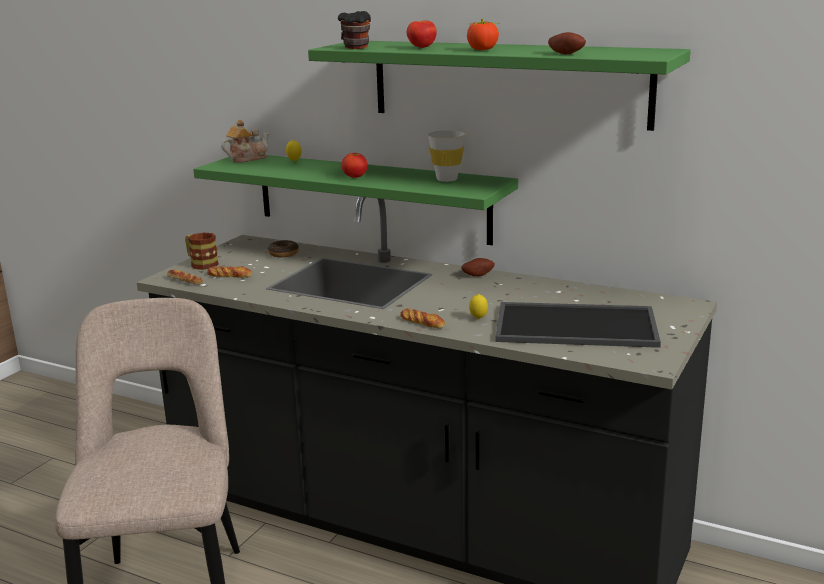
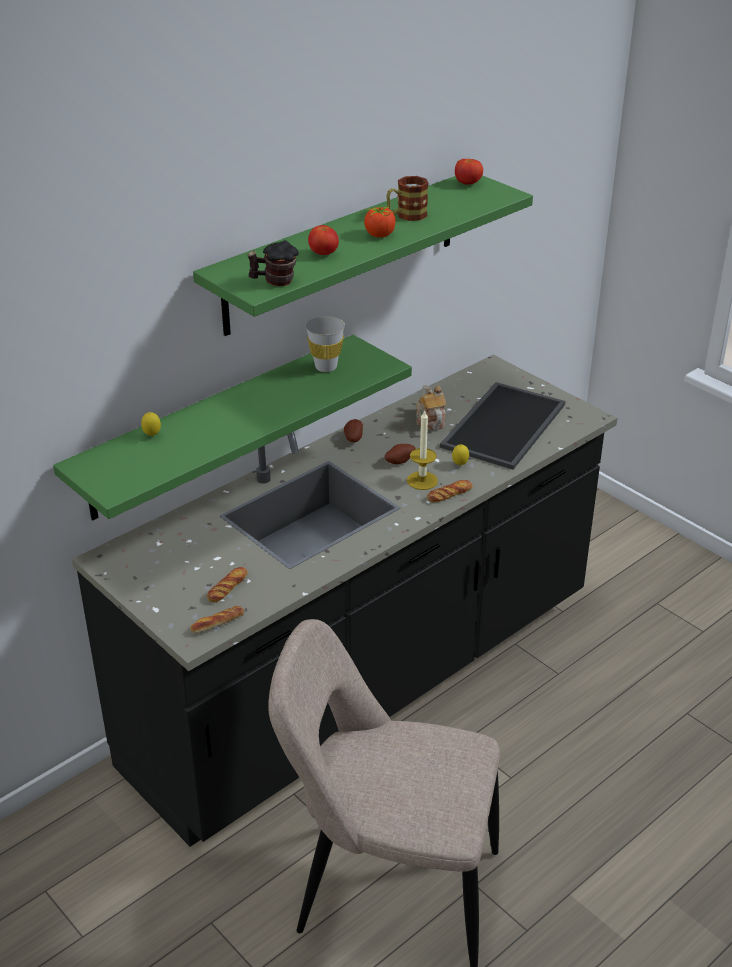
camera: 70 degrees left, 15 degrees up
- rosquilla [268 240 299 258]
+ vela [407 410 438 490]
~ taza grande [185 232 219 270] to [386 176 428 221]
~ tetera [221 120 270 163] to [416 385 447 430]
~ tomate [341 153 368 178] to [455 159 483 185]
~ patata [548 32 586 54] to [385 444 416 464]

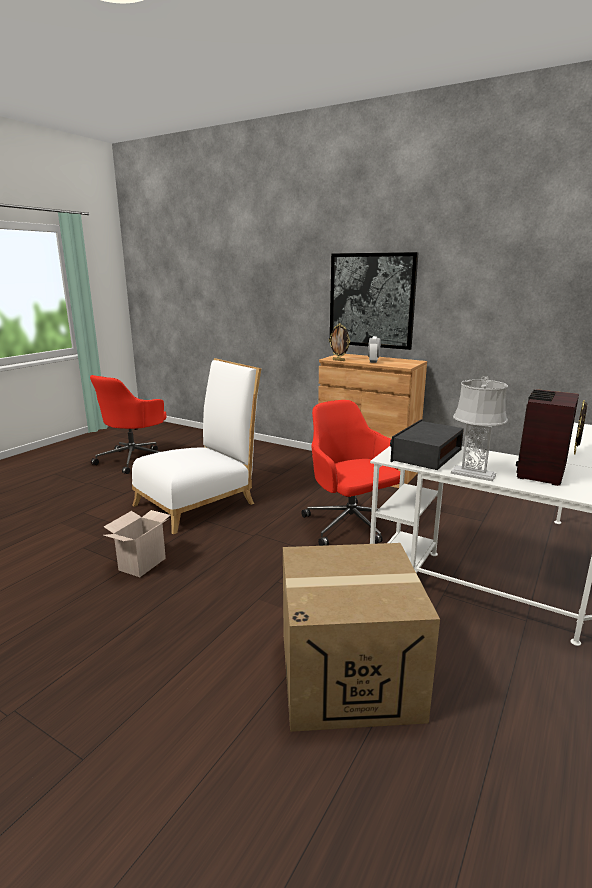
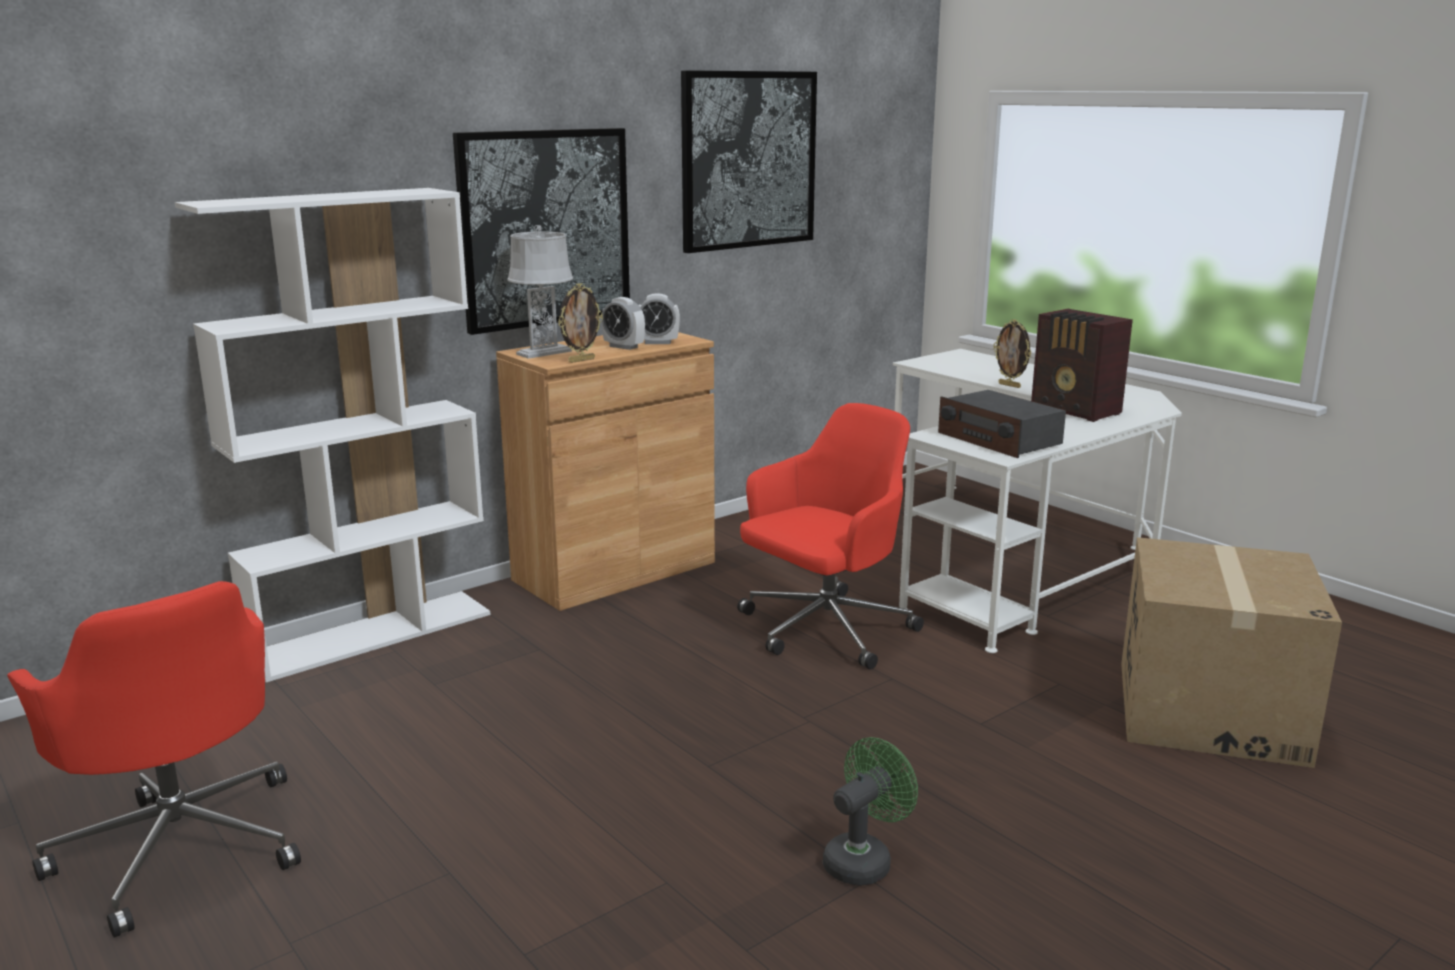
camera: 70 degrees left, 0 degrees up
- silla [blanco] [132 358 261 534]
+ estantería [blanco] [175 188 491 682]
+ despertador [639 293 680 344]
+ cuadro [681 70 817 253]
~ lámpara de mesa [gris] [451 376 508 481] to [507 225 573 359]
~ caja de cartón [104 510 170 577] to ventilador [verde] [823 737 918 886]
~ silla de oficina [rojo] [301 400 400 546] = [737 403 924 670] 150 degrees clockwise

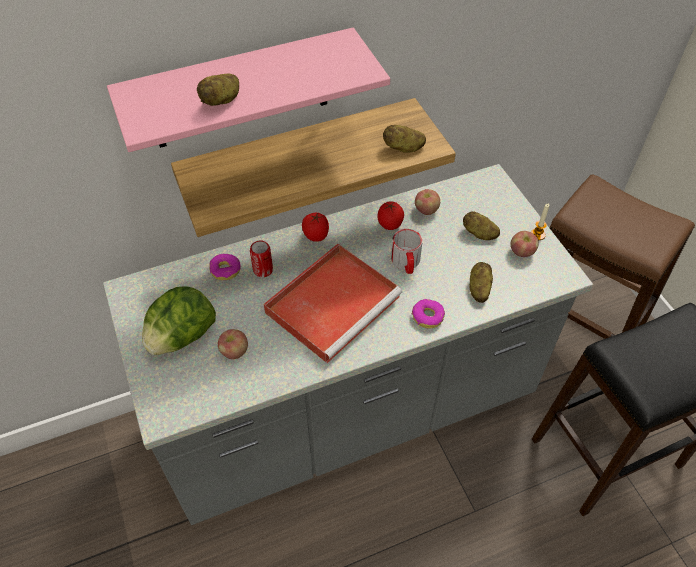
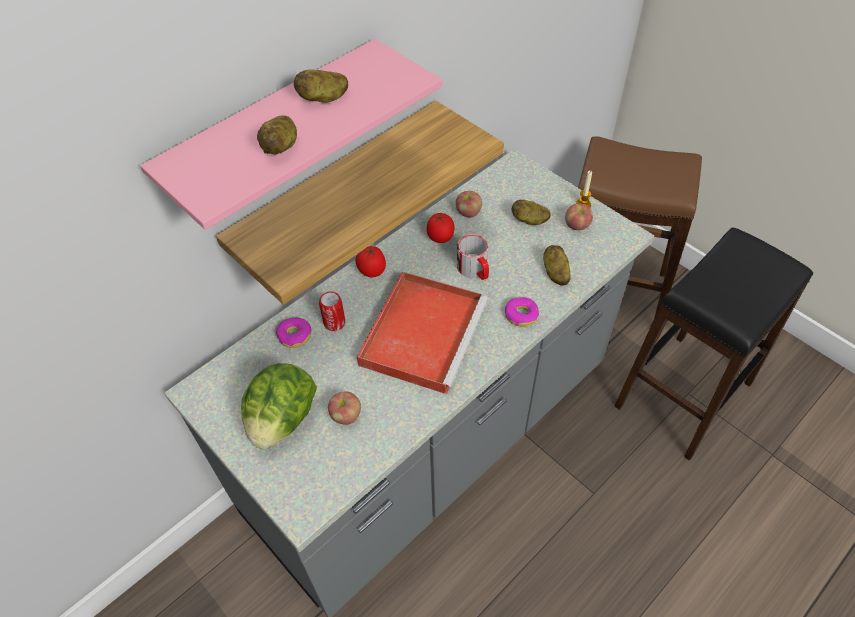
camera: 20 degrees left, 0 degrees up
~ patata [383 125 426 153] to [294 69 348 103]

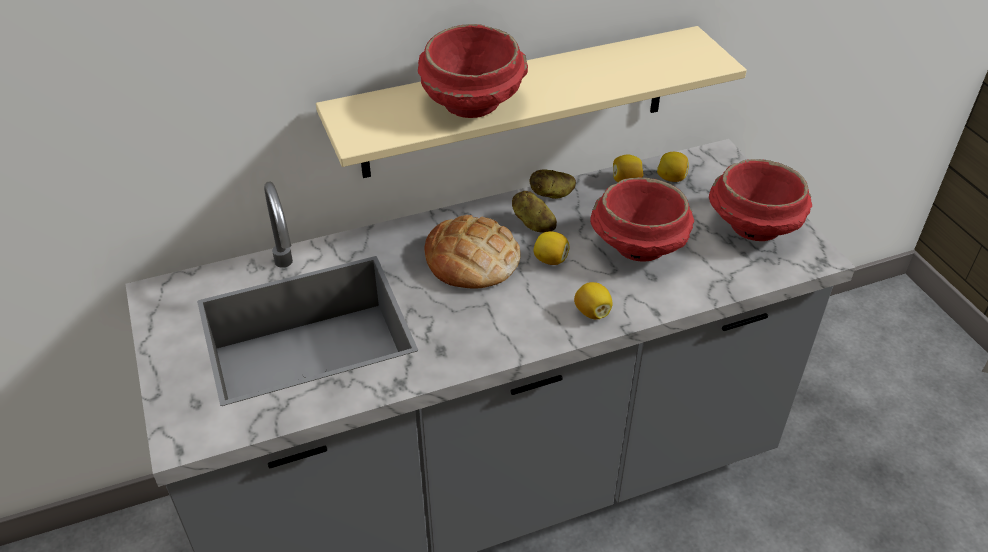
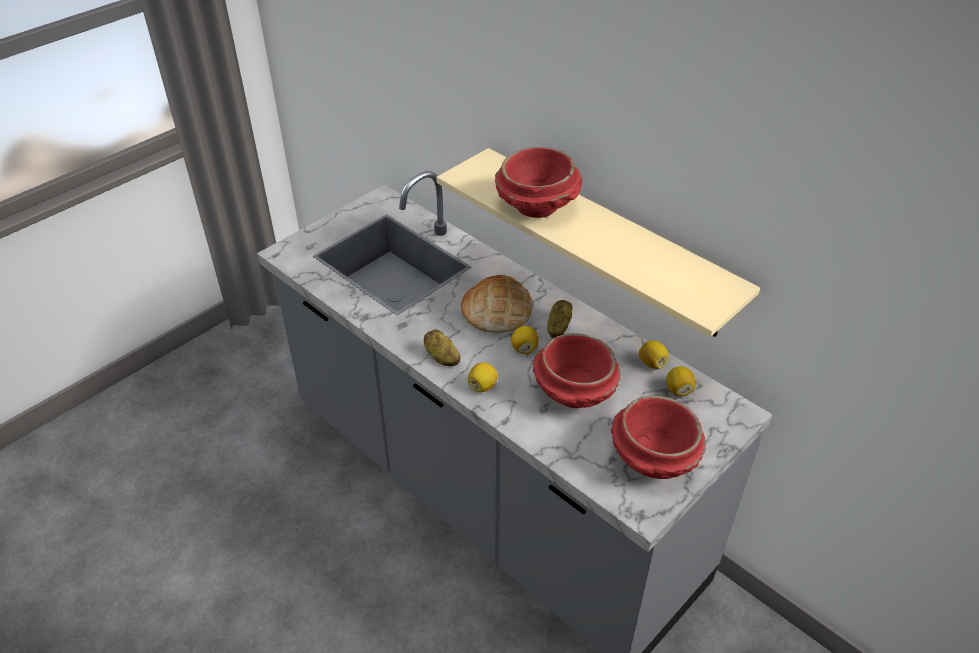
camera: 65 degrees right, 0 degrees up
~ patata [529 169 576 199] to [424 330 460 366]

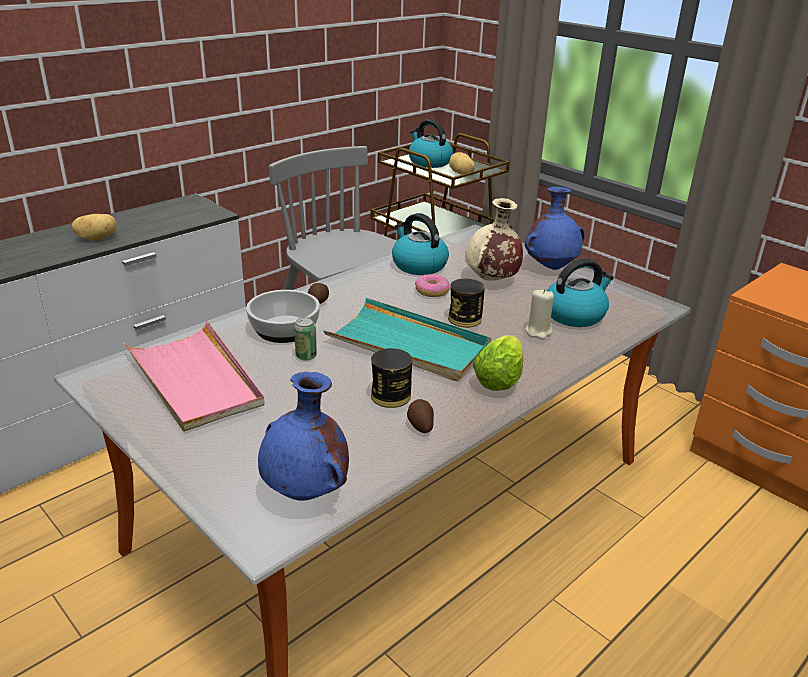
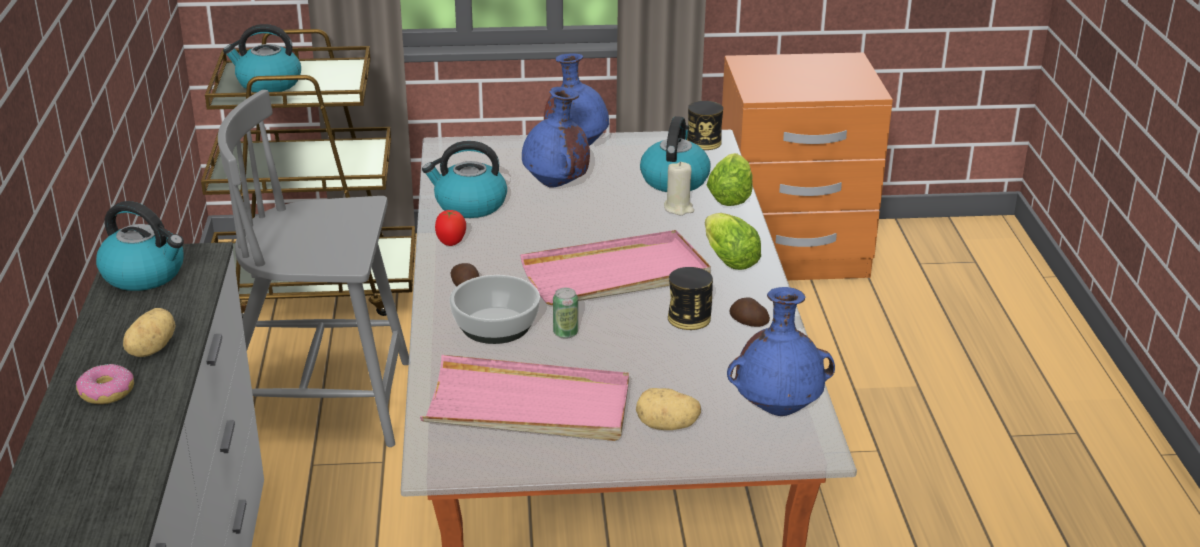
camera: 50 degrees left, 0 degrees up
+ hervidor [96 201 184 291]
+ tomate [435 210 466 246]
+ lechuga [707 153 753 206]
~ rosquilla [415 274 450 297] to [76 364 134 404]
~ lata [448 278 485 327] to [687 101 723 150]
~ patata [449 152 475 175] to [636 388 701 430]
~ bandeja [turquesa] [324 298 491 381] to bandeja [rosa] [520 230 711 305]
~ florero [beis] [465 198 523 281] to florero [azul] [522 87 590 187]

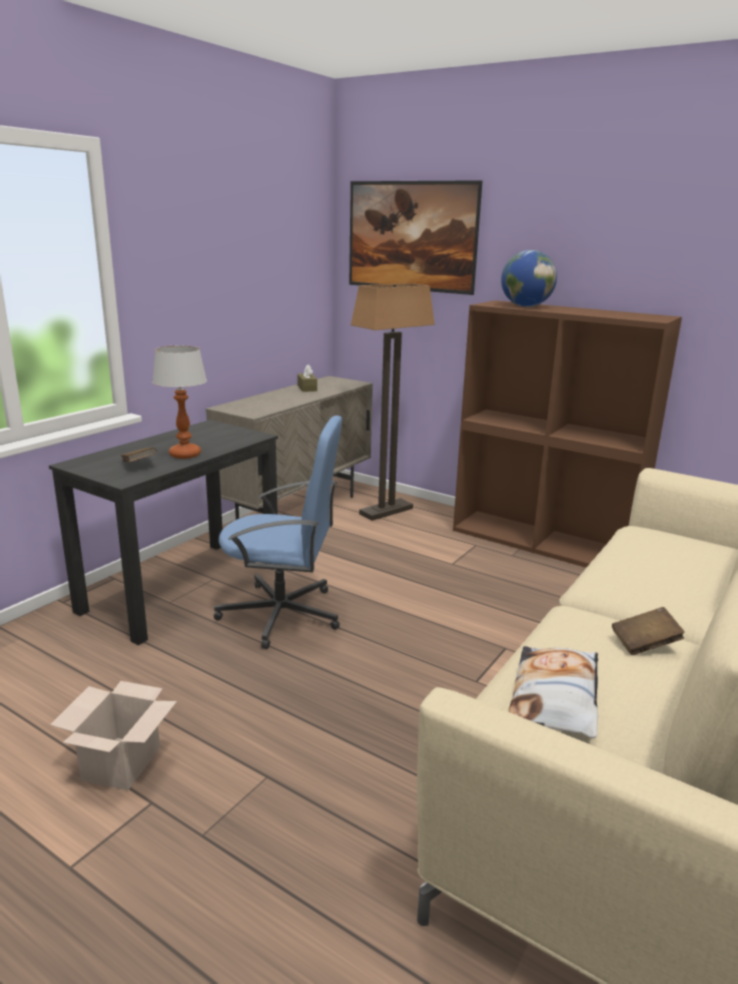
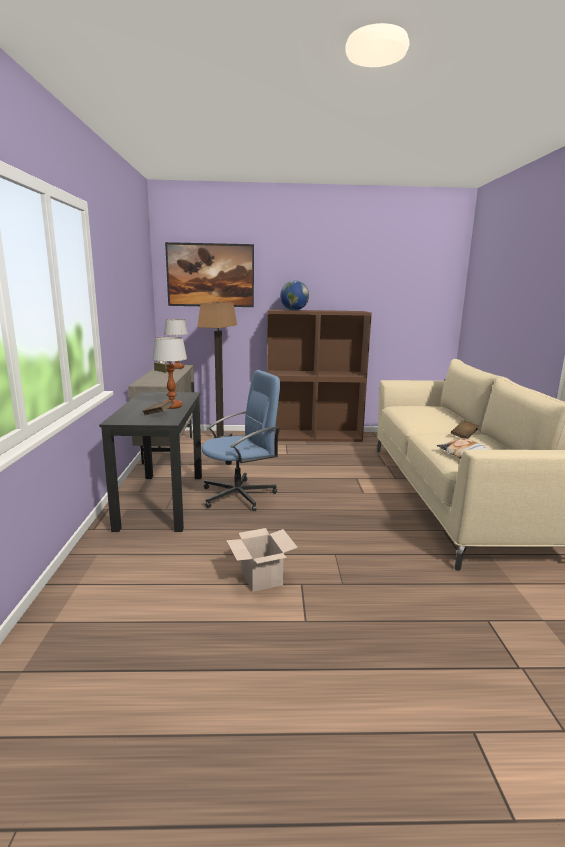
camera: 35 degrees left, 5 degrees down
+ lámpara de mesa [164 319 188 369]

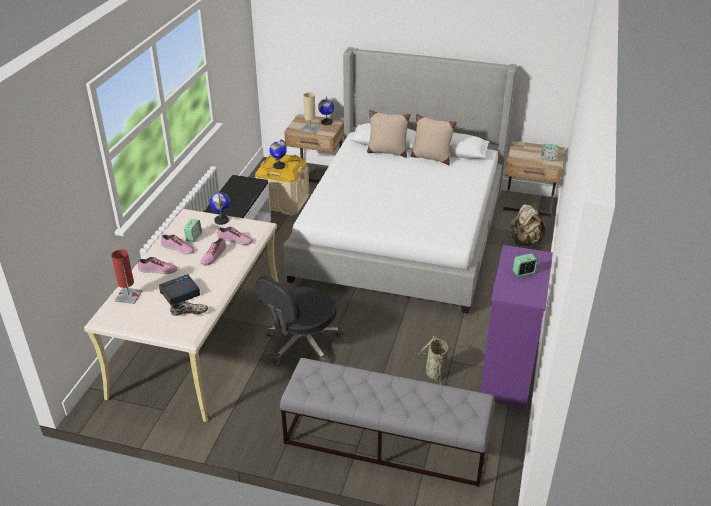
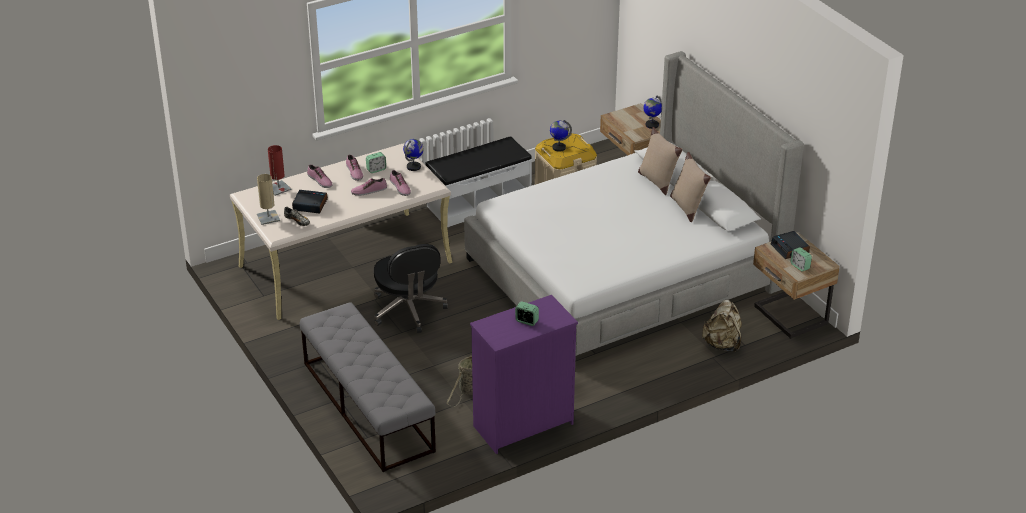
camera: 45 degrees right, 0 degrees up
+ despertador [771 231 810 259]
~ lámpara de mesa [beis] [301 92 320 133] to [257 174 280 225]
~ silla de oficina [negro] [255 276 343 366] = [374 244 448 333] 105 degrees counterclockwise

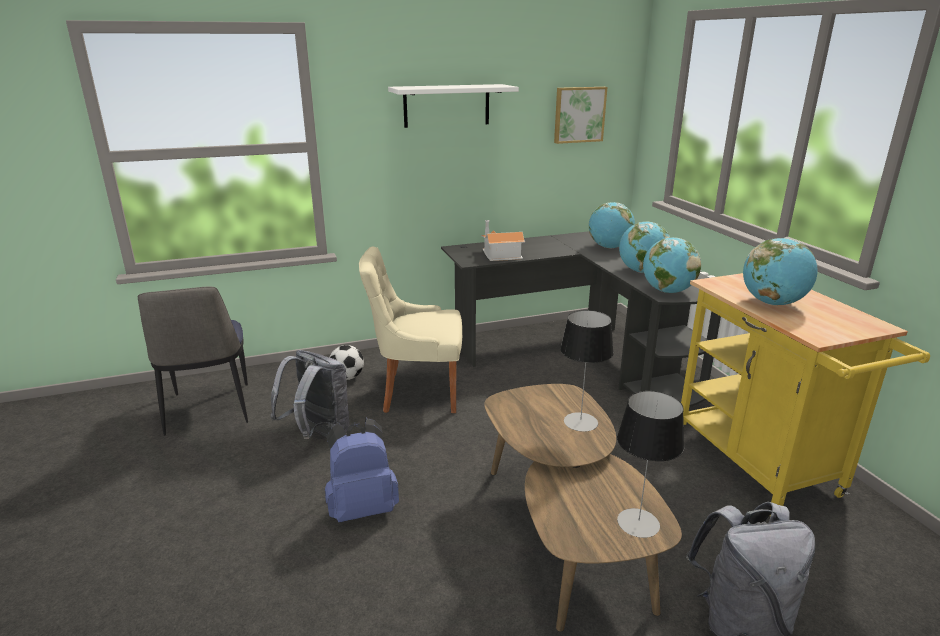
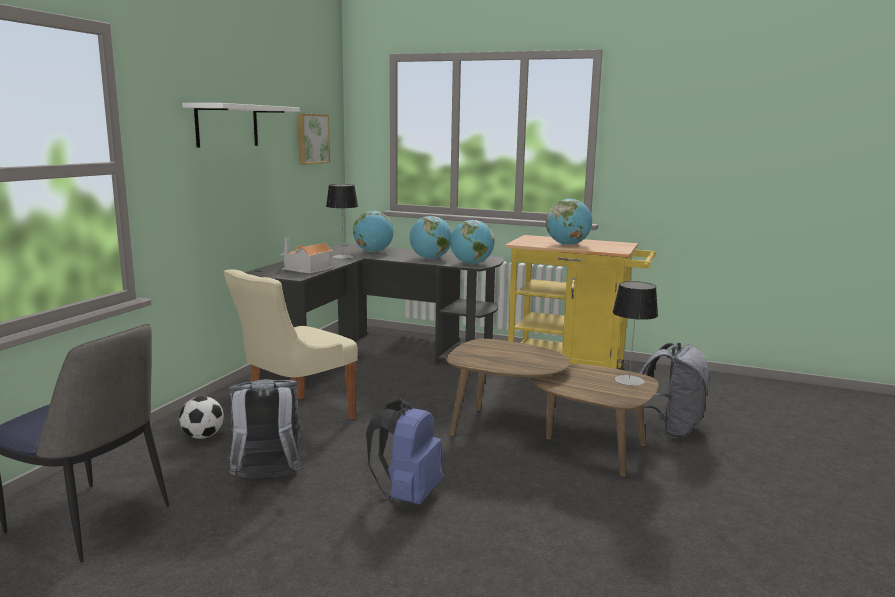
camera: 50 degrees left, 10 degrees down
~ lámpara de mesa [560 310 614 432] to [326 184 358 259]

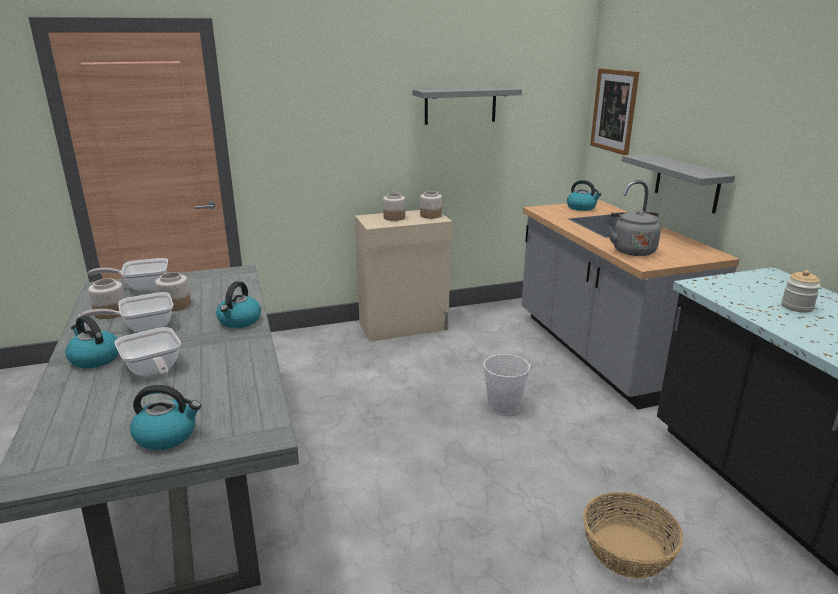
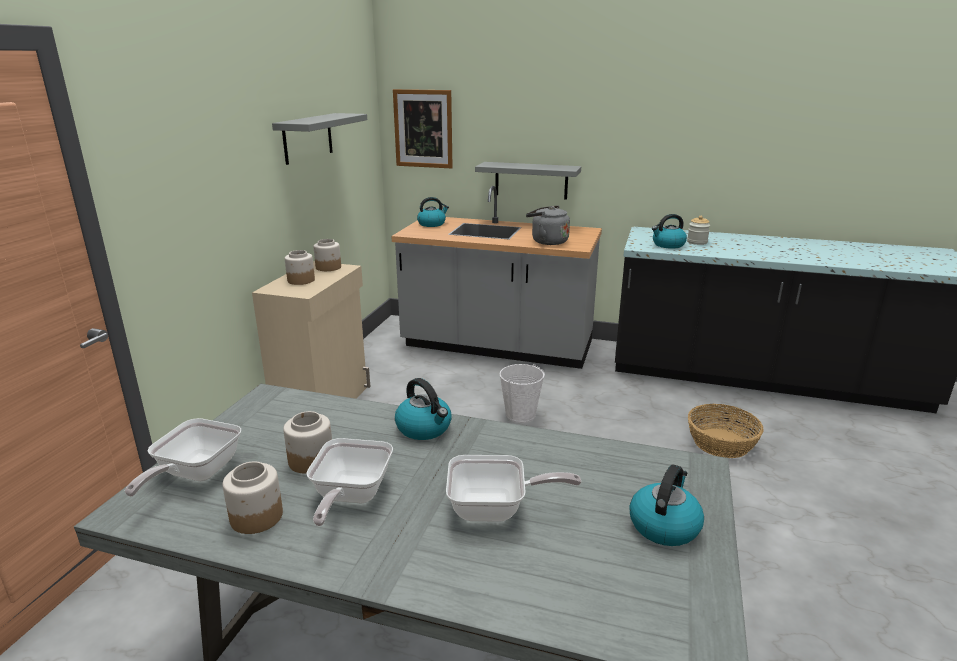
camera: 55 degrees left, 0 degrees up
~ hervidor [65 315 119 368] to [652 214 687 249]

